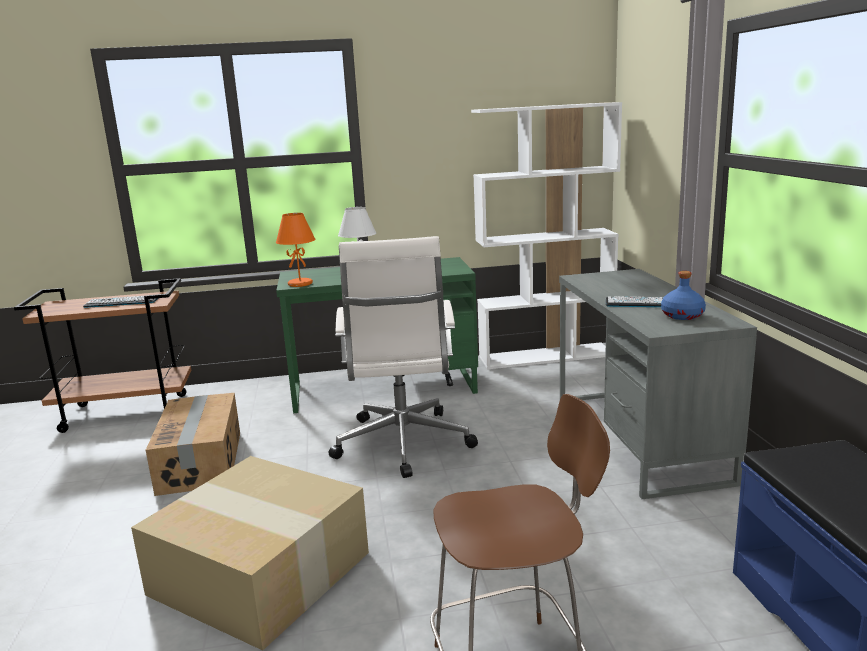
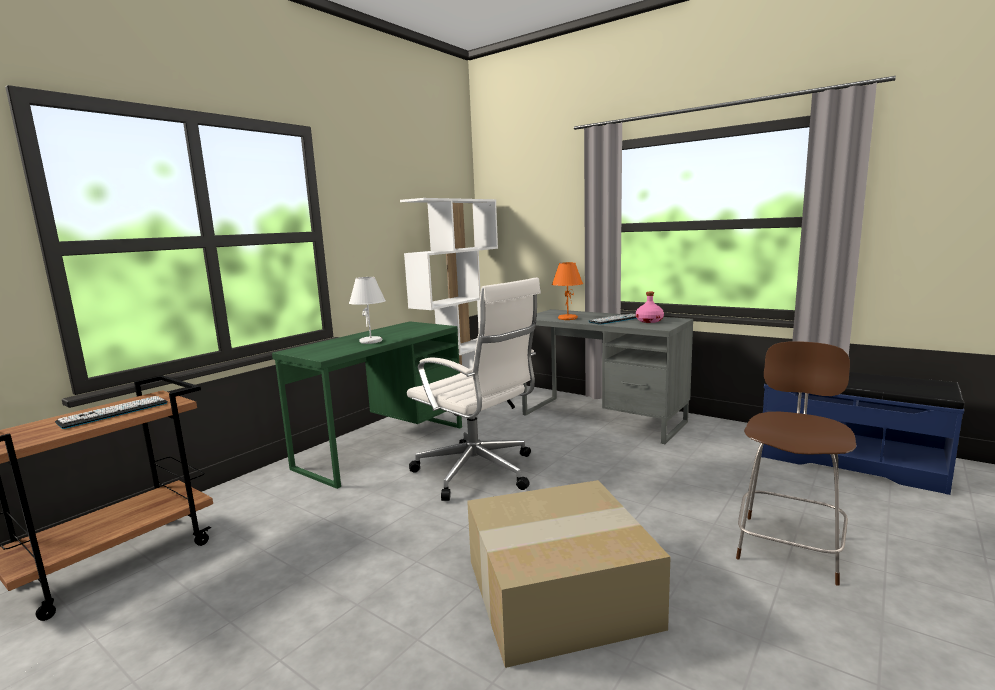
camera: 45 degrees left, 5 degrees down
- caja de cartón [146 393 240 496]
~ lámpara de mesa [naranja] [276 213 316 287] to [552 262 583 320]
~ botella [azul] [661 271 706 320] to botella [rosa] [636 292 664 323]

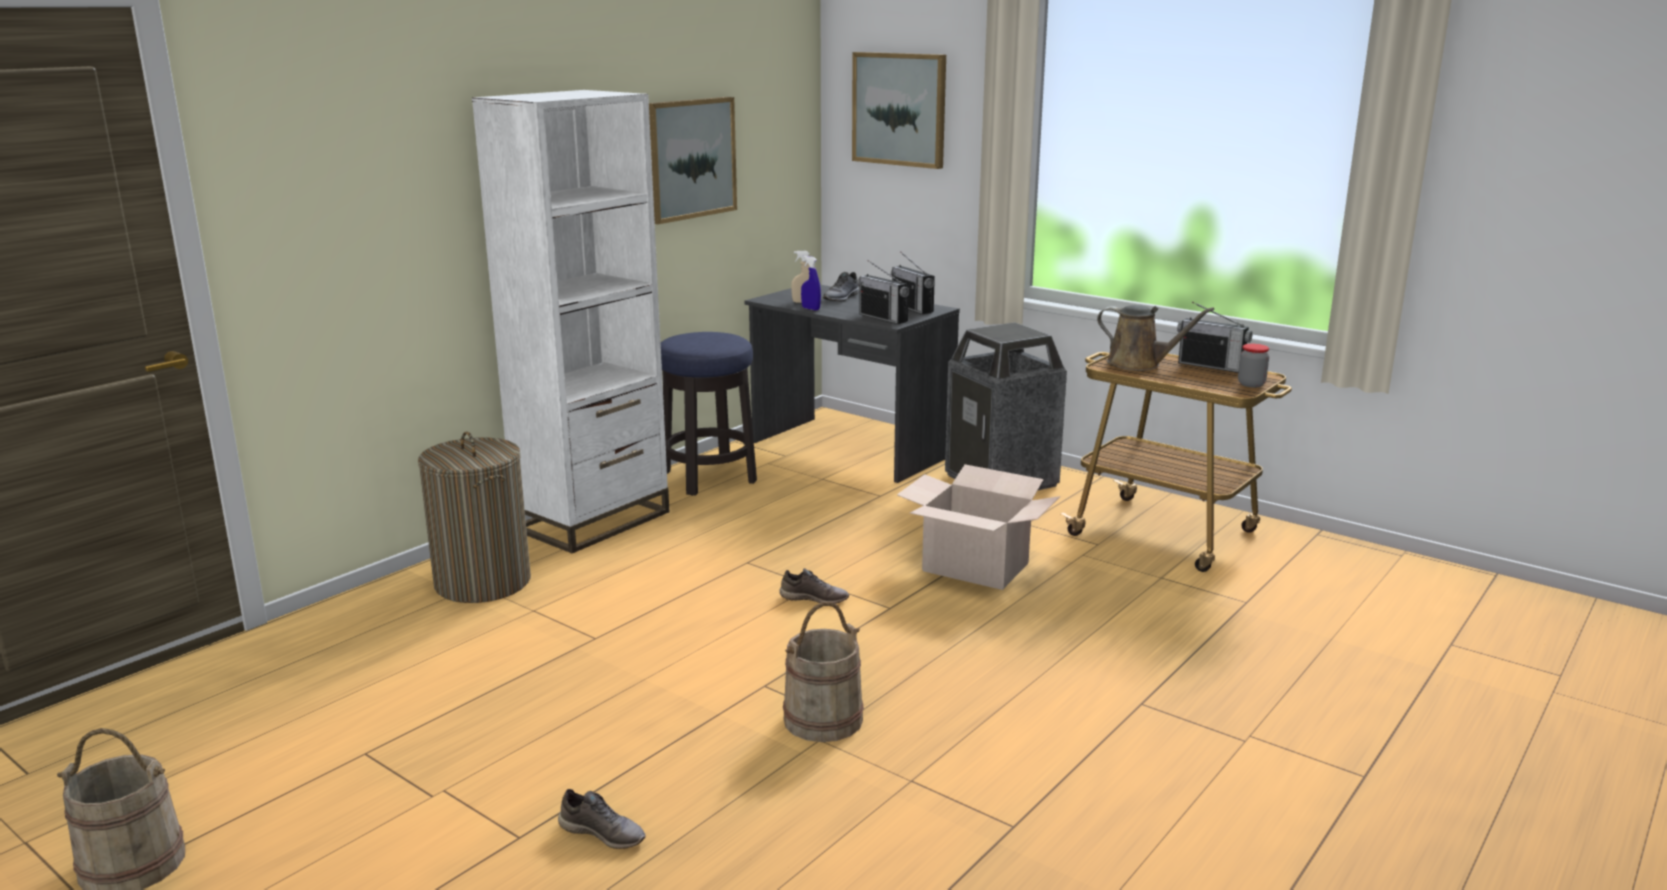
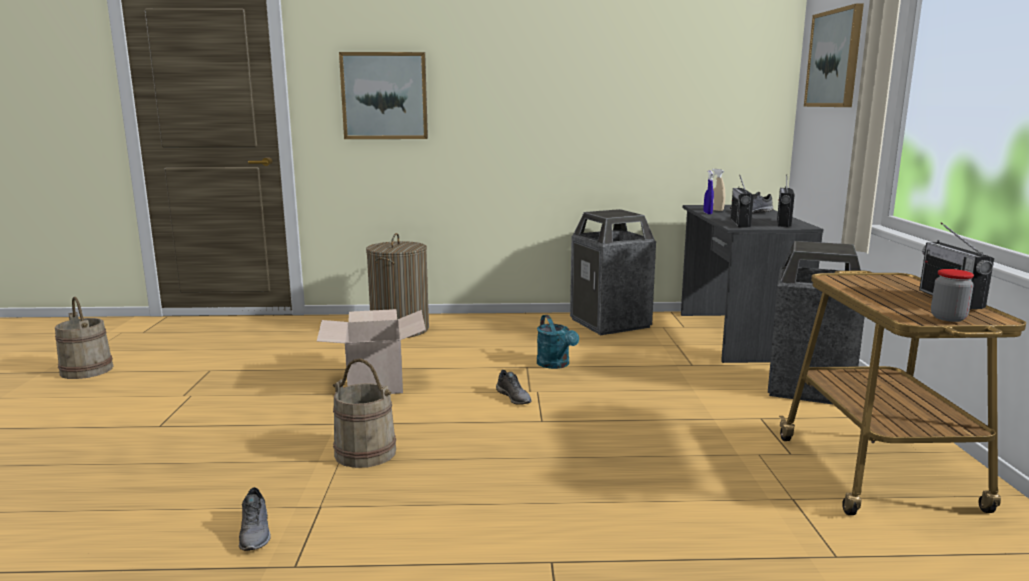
camera: 50 degrees right, 5 degrees down
- estantería [blanco] [472 90 669 553]
- regadera [marrón] [1097 305 1214 371]
+ regadera [turquesa] [537 315 579 369]
~ zapato [gris] [558 789 645 849] to [239 487 271 551]
~ cuadro [649 97 737 224] to [339 52 428 139]
~ caja de cartón [897 464 1061 590] to [317 309 426 394]
~ taburete [661 332 757 496] to papelera [570 209 656 335]

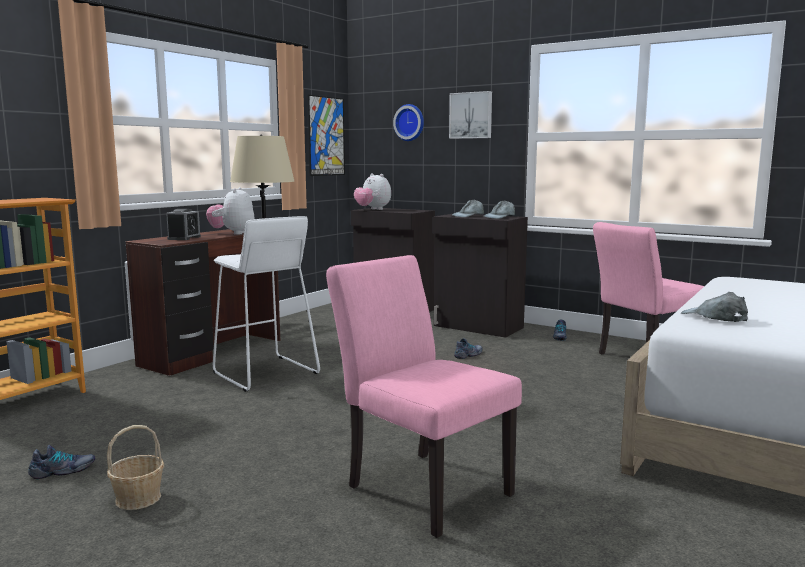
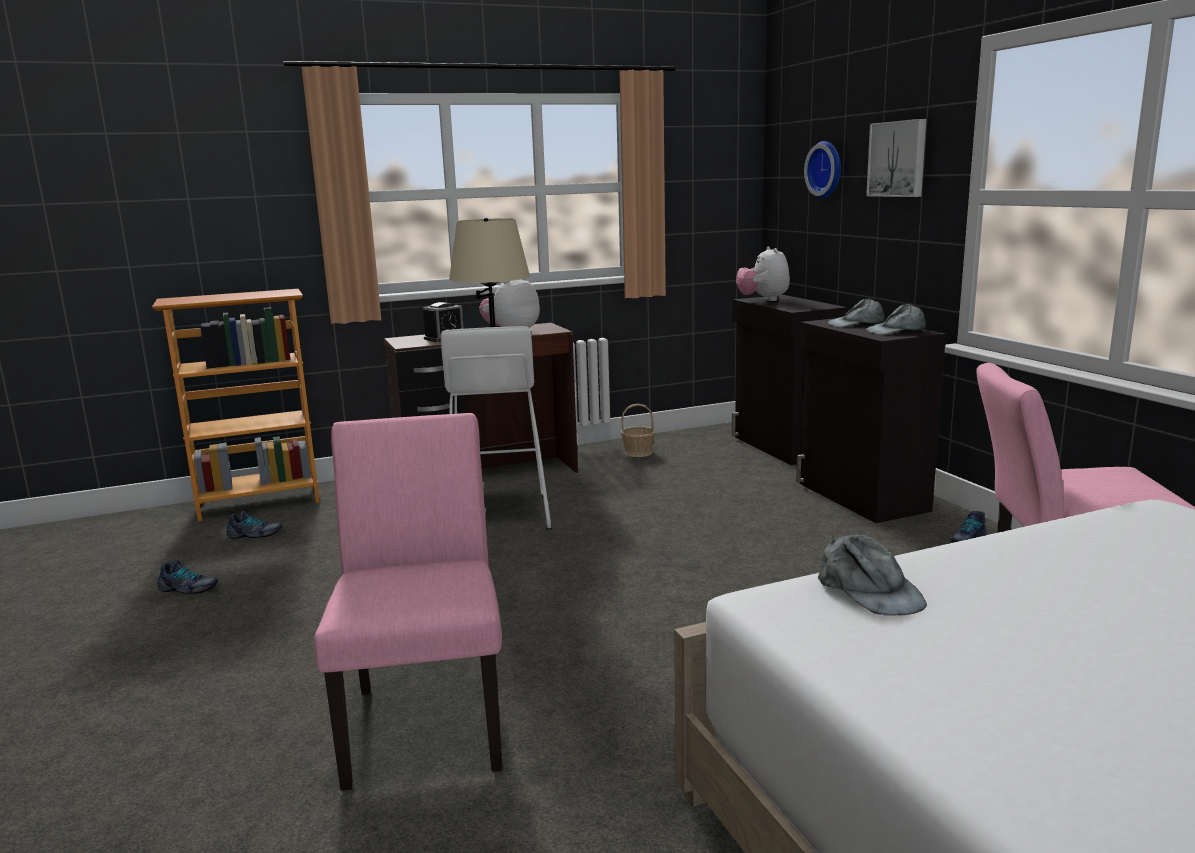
camera: 35 degrees right, 5 degrees up
- cuadro [307 95 345 176]
~ cesta [107 425 164 510] to [621 404 655 457]
~ zapato [454 338 483 359] to [227 511 282 539]
~ gorra [gris] [681 292 748 322] = [818 535 927 616] 150 degrees clockwise

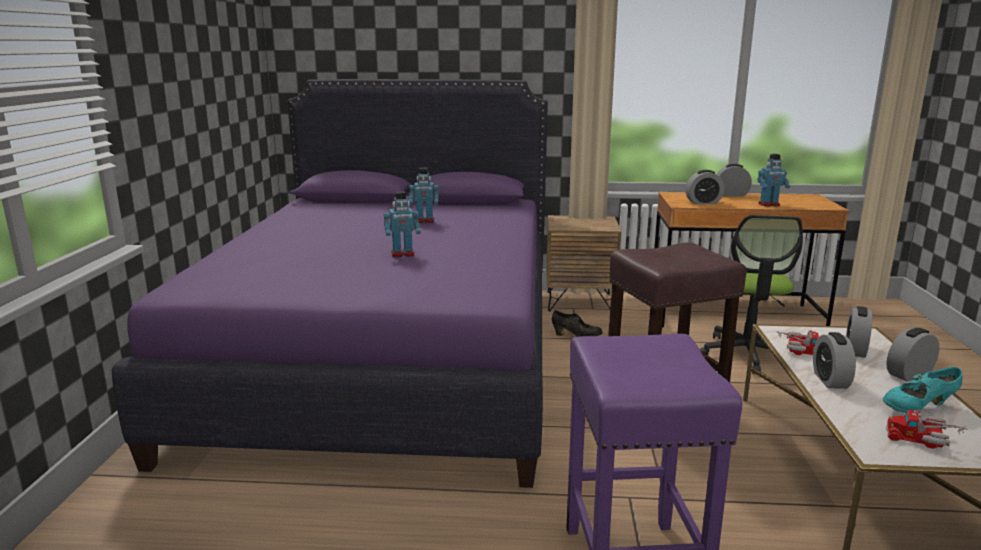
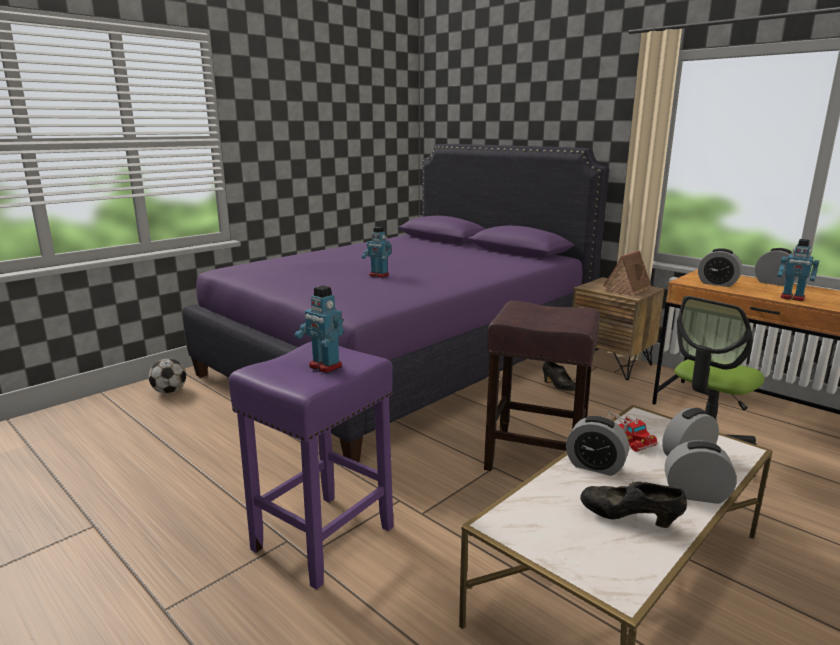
camera: 40 degrees right, 0 degrees up
- camión de juguete [886 410 968 448]
+ balón de fútbol [148 359 186 394]
+ casita [603 250 652 296]
~ robot de juguete [409 168 439 223] to [295 285 344 373]
~ zapato [turquesa] [883 367 963 413] to zapato [negro] [580 482 687 528]
~ despertador [813 332 856 389] = [566 416 629 476] 105 degrees counterclockwise

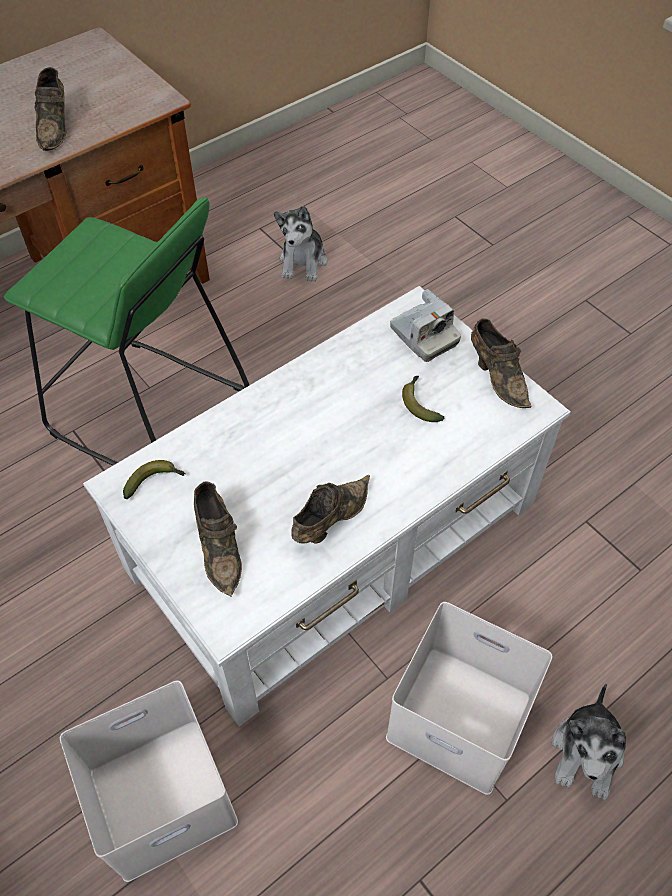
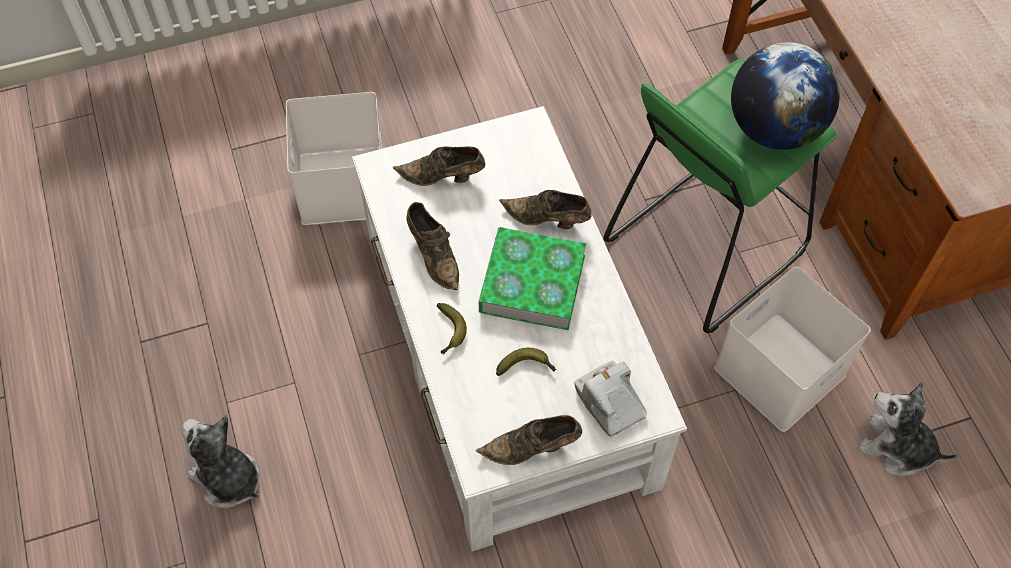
camera: 110 degrees right, 5 degrees up
+ libro [478 227 586 330]
+ globo terráqueo [731 42 840 150]
~ zapato [marrón] [35 67 66 151] to [499 190 592 229]
~ plátano [123 460 185 499] to [437 303 467 355]
~ caja de almacenaje [blanco] [386 602 553 795] to [714 266 871 432]
~ cámara [390 289 461 362] = [574 361 647 437] 75 degrees clockwise

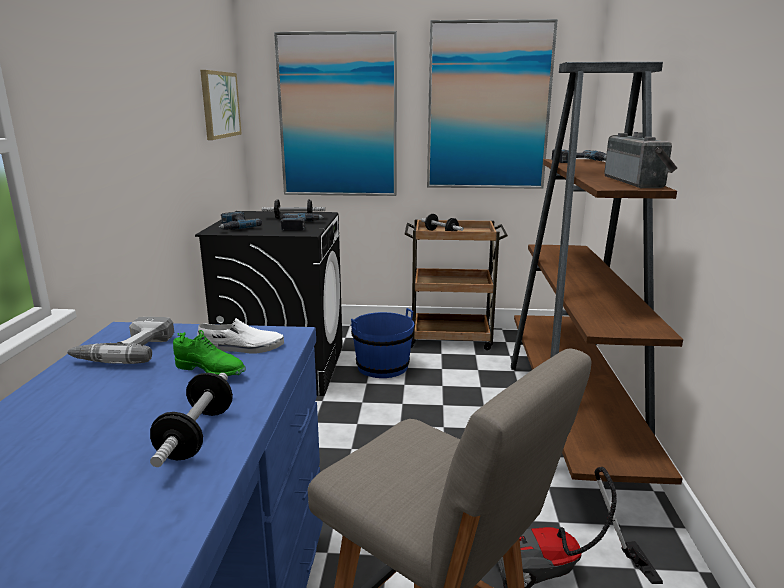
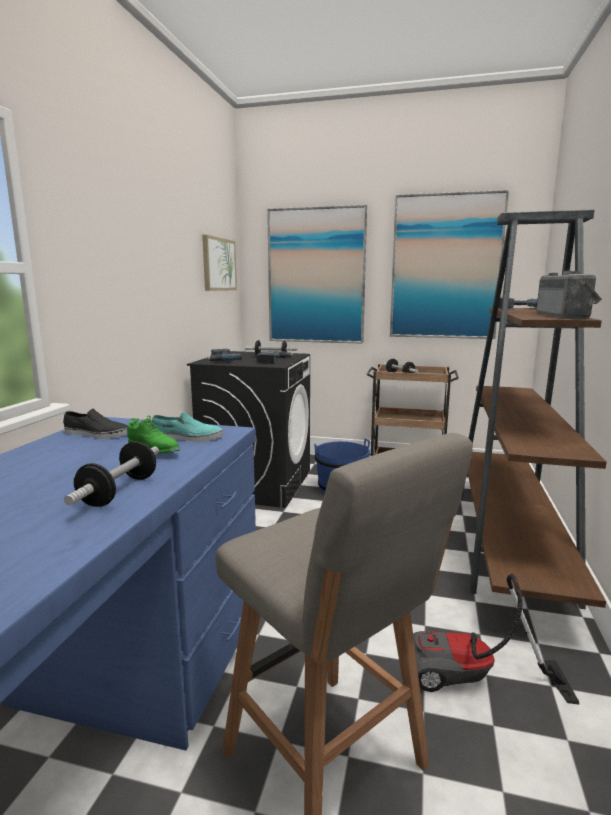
camera: 10 degrees right, 5 degrees down
~ taladro [67 317 174 364] to zapato [negro] [63 409 127 439]
~ zapato [blanco] [197 318 284 353] to zapato [turquesa] [152 412 223 442]

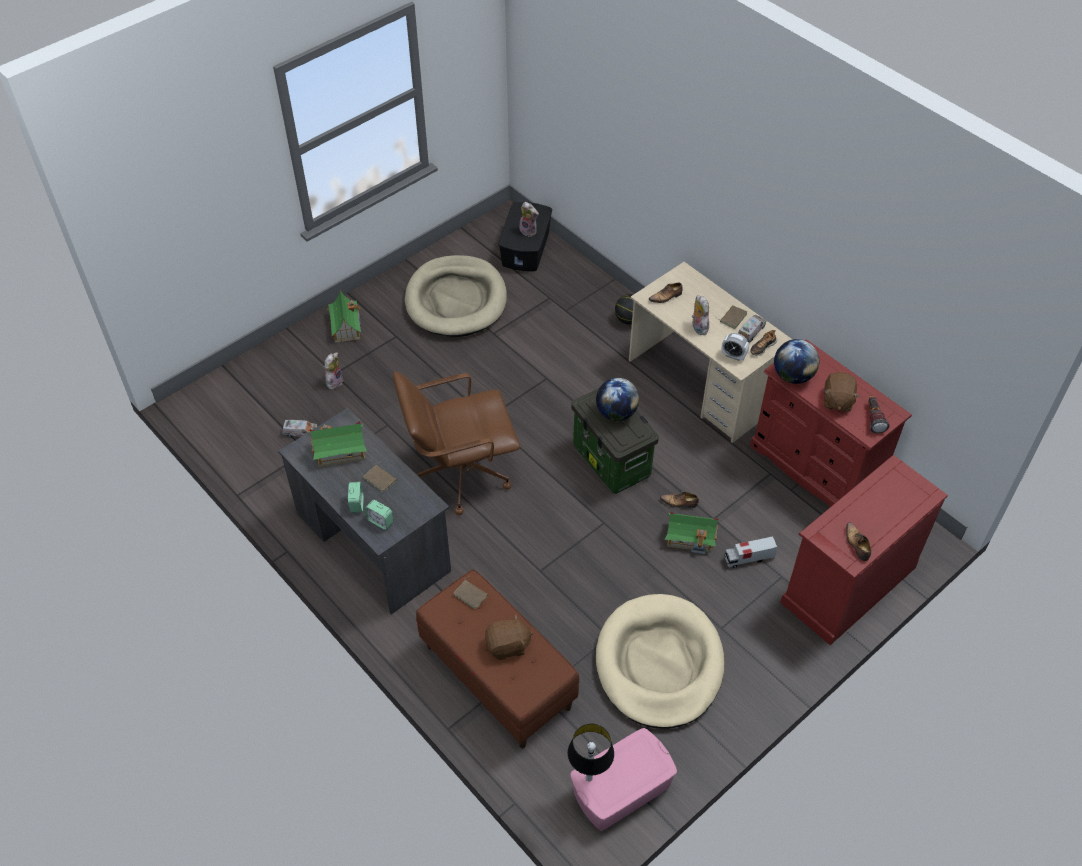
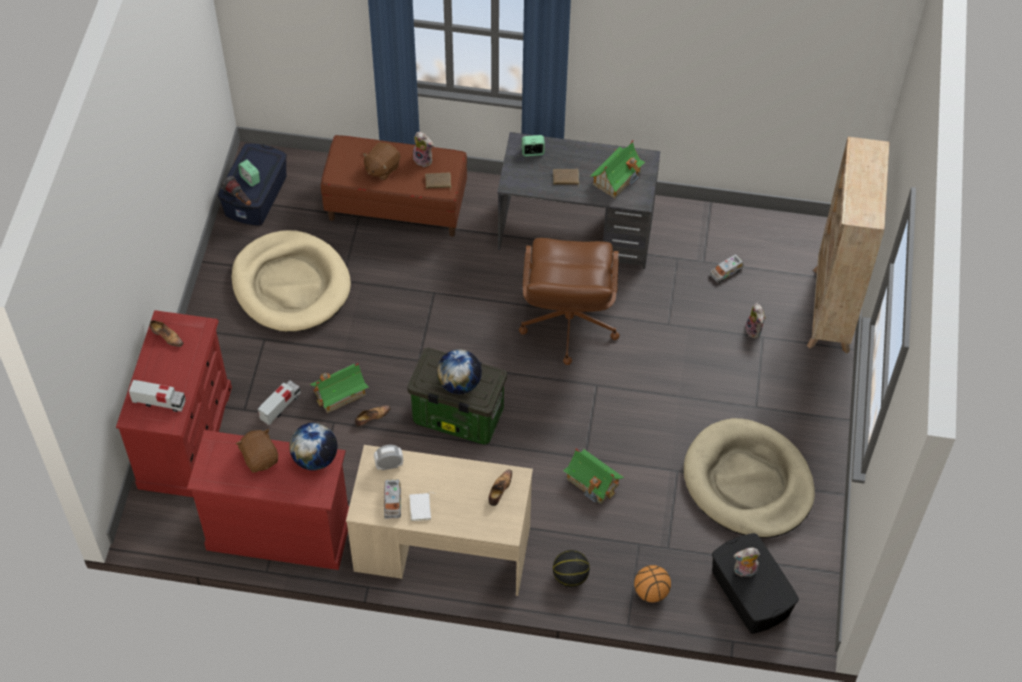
camera: 140 degrees right, 5 degrees up
- lámpara de mesa [568 724 614 782]
- zapato [750 330 777 356]
+ camión de juguete [129 380 186 412]
+ balón de baloncesto [634 565 671 602]
+ estantería [beis] [807 137 890 354]
~ casita [327 290 361 343] to [563 448 624 504]
~ despertador [348 482 364 513] to [238 159 260 187]
~ peluche [692 295 709 335] to [413 132 434 167]
~ linterna [869 396 890 434] to [221 176 251 206]
~ caja de almacenaje [rosa] [570 728 677 831] to caja de almacenaje [azul] [218 143 287 226]
~ libro [marrón] [717 305 747 329] to libro [blanco] [409 492 436 521]
~ silla de oficina [marrón] [393 372 520 515] = [519 238 619 365] 150 degrees clockwise

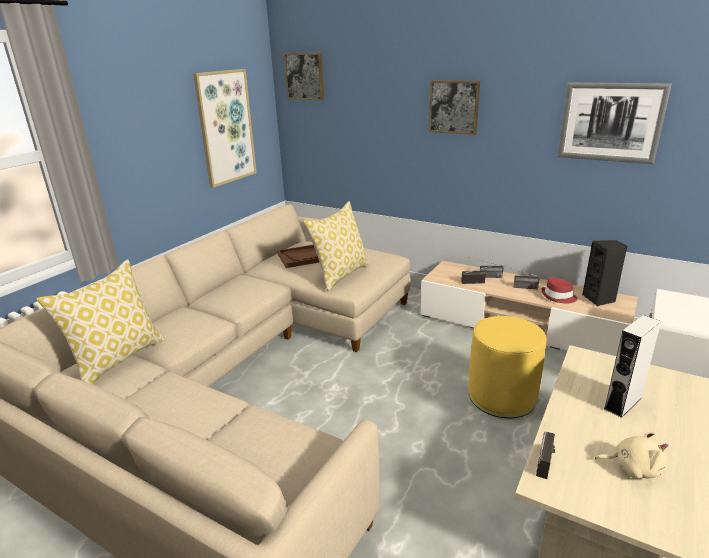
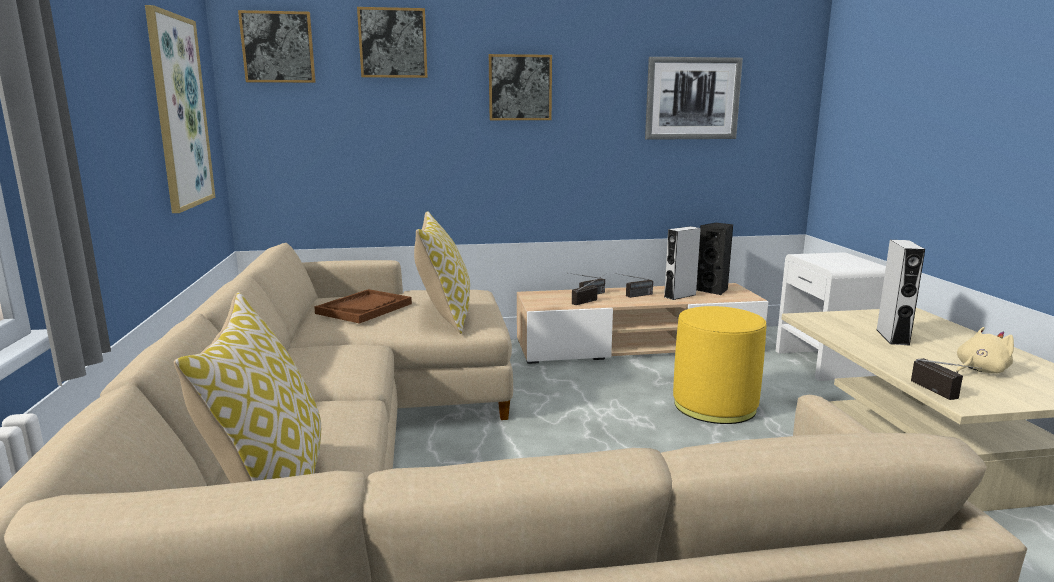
camera: 40 degrees left, 10 degrees down
+ cuadro [357 7 428 78]
~ sombrero [rojo] [541 277 578 303] to altavoz [gris] [664 226 701 300]

